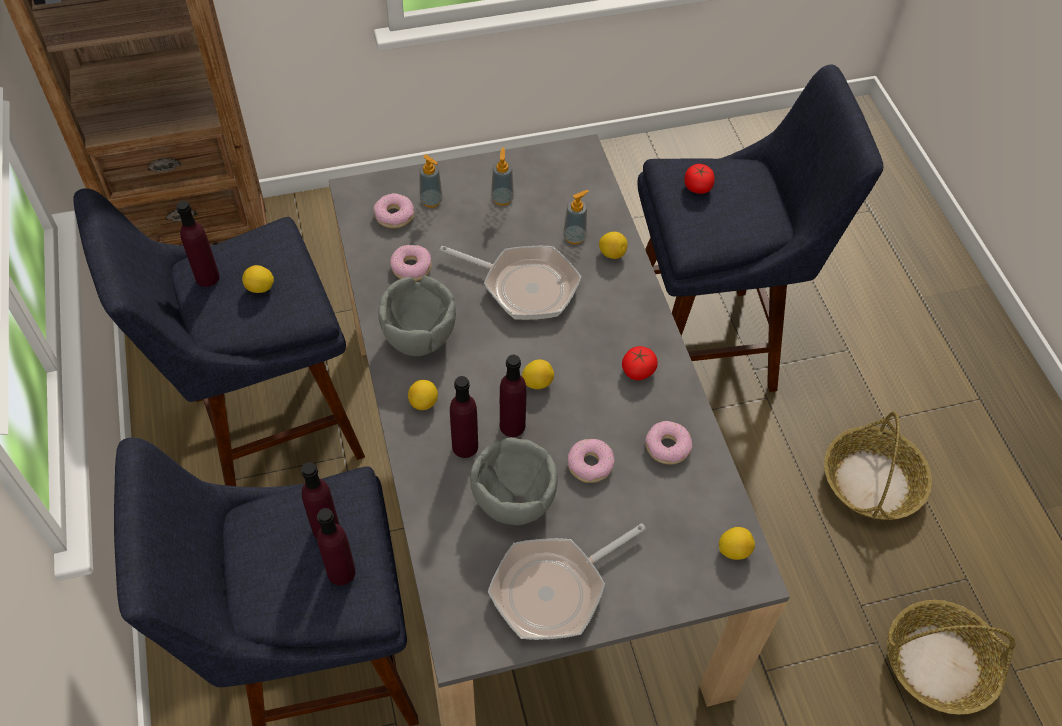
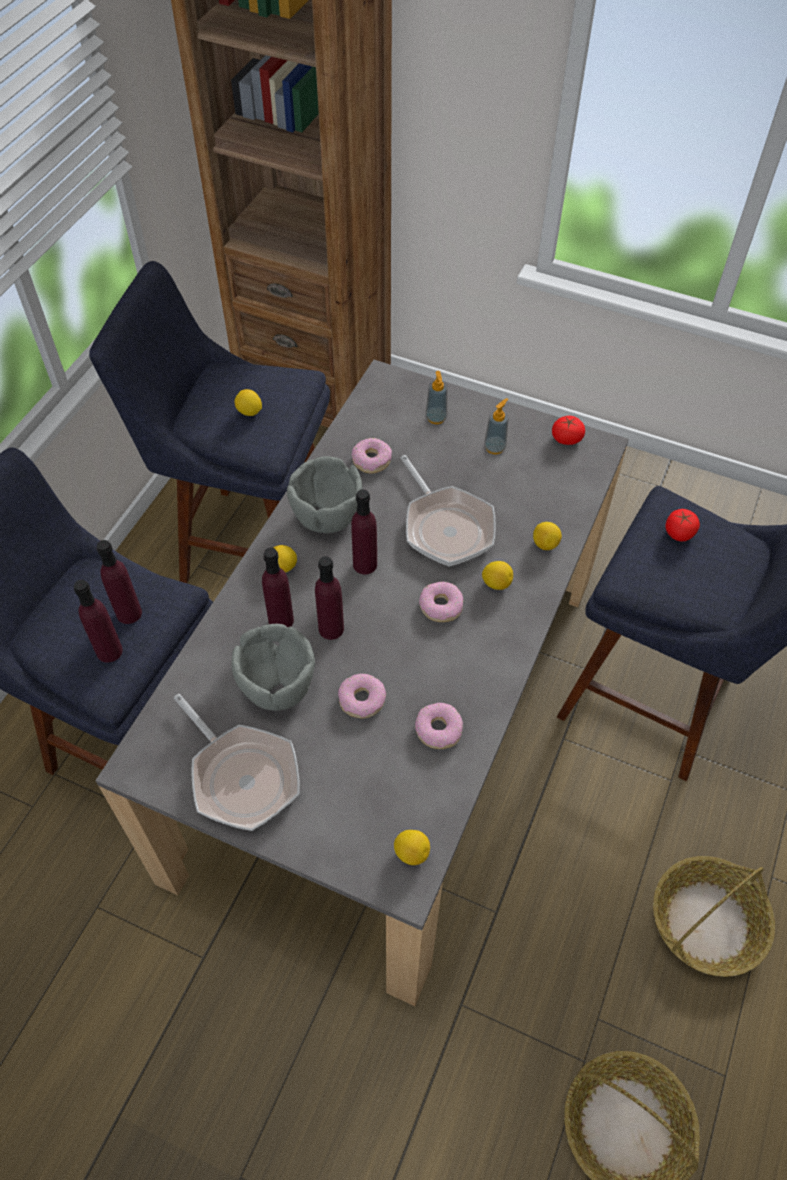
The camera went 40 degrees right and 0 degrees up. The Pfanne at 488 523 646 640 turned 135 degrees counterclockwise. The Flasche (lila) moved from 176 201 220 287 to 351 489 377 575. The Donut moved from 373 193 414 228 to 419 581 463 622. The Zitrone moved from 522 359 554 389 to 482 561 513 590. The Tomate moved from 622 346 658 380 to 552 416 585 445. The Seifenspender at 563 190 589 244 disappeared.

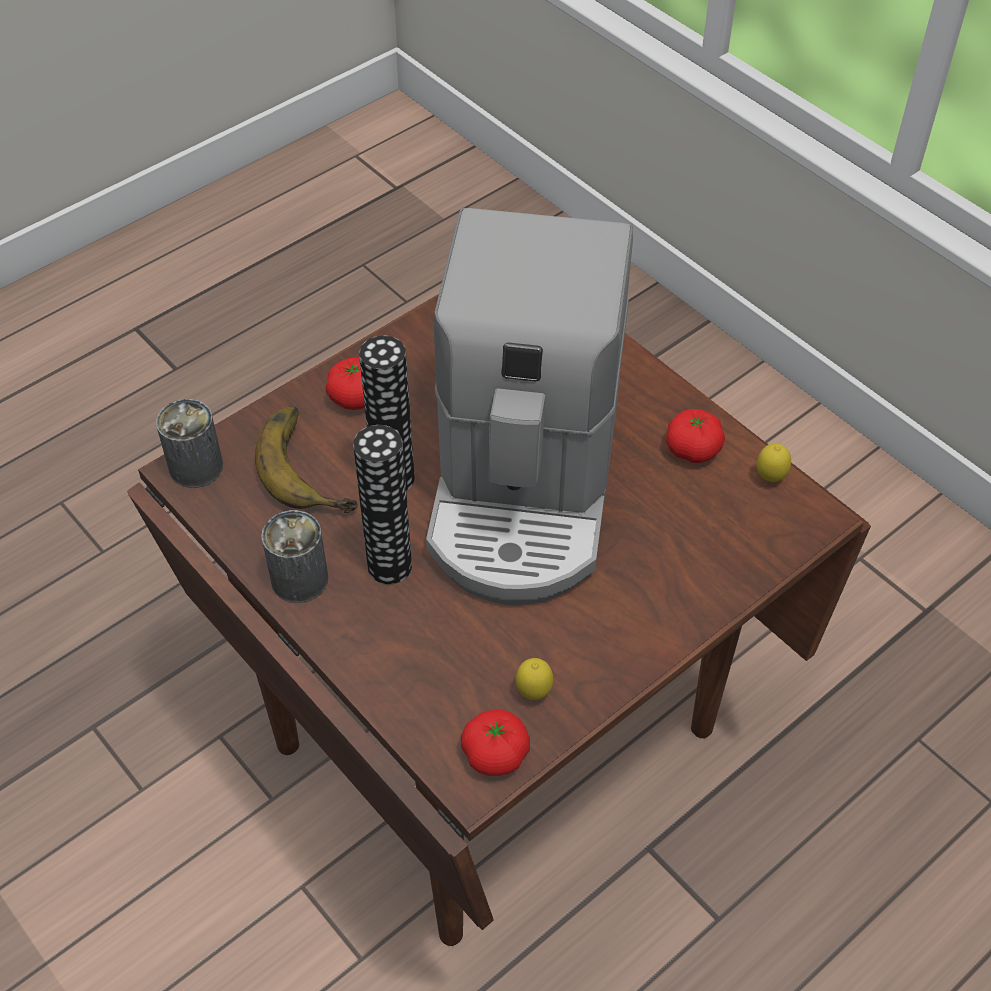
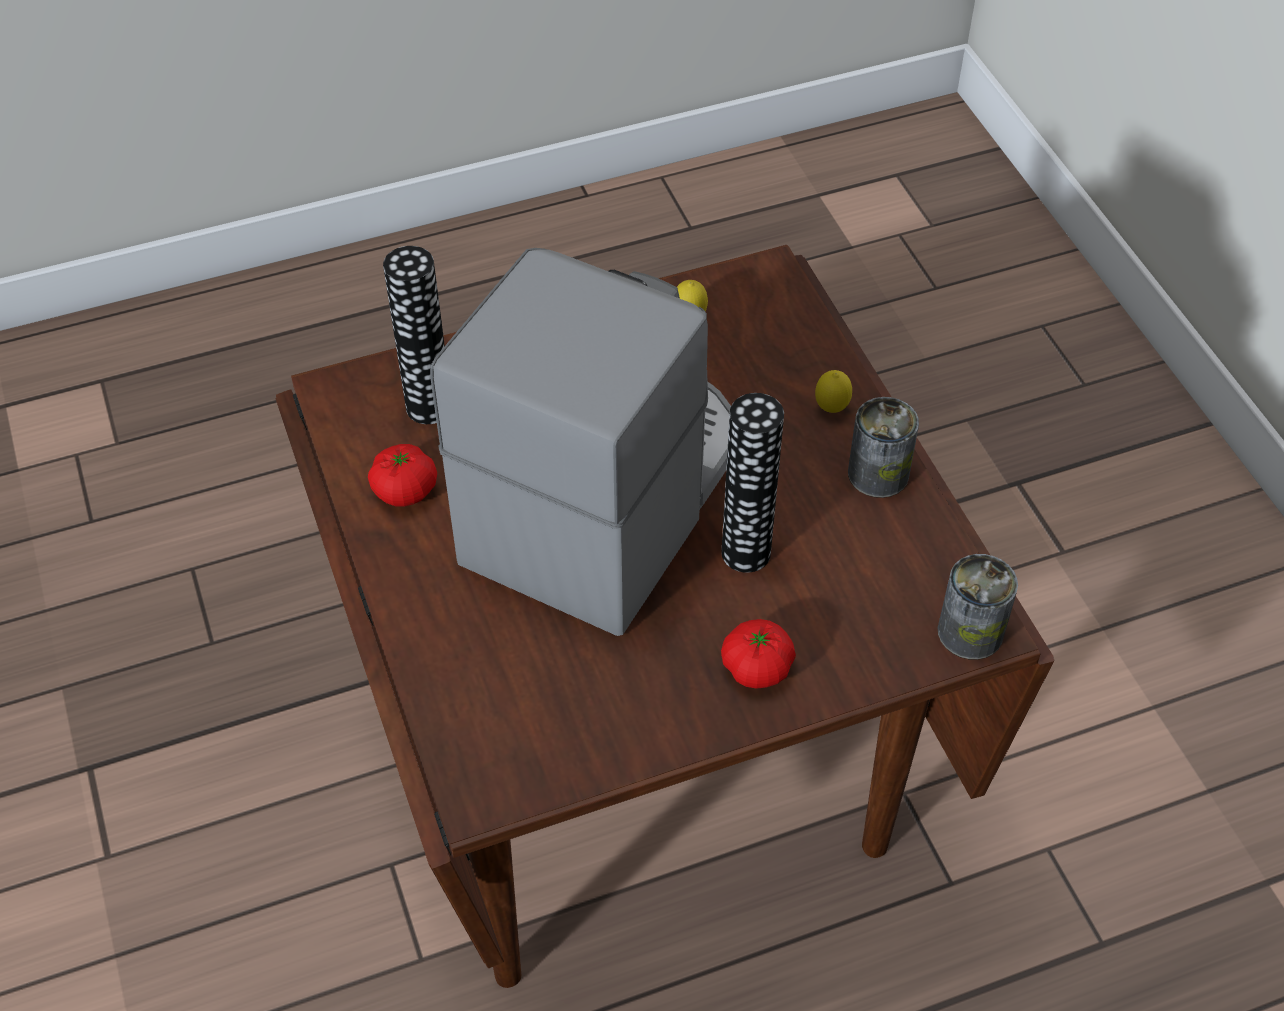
The camera went 160 degrees left and 0 degrees up. The Vase moved from 353 425 412 584 to 383 246 445 424. The Zitrone moved from 757 443 791 482 to 815 370 852 413. The Banane at 255 407 358 513 disappeared. The Tomate at 461 710 530 776 disappeared.

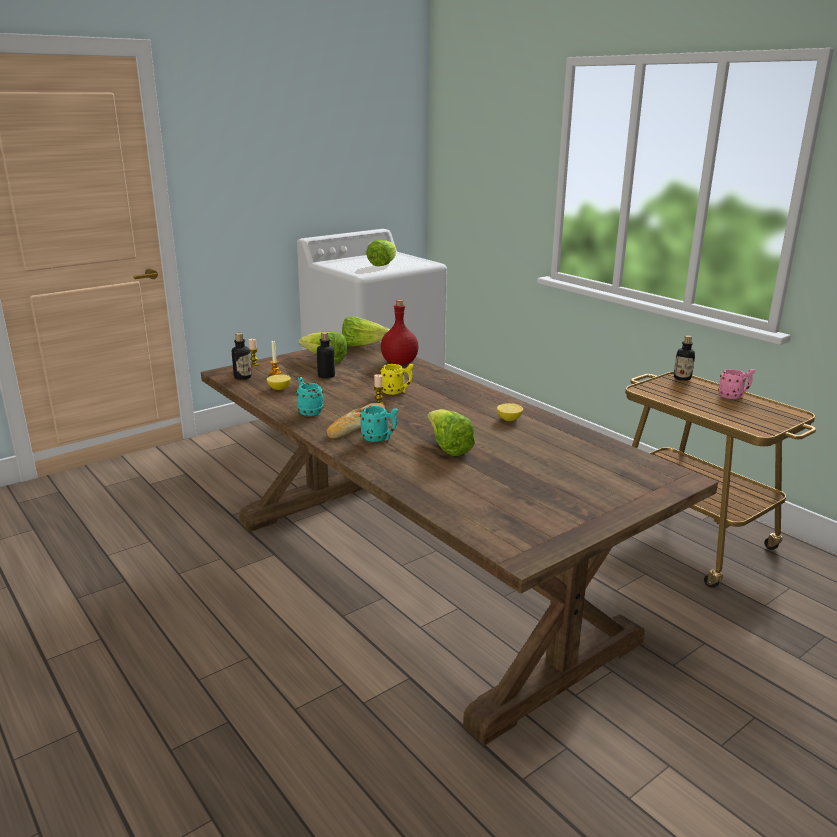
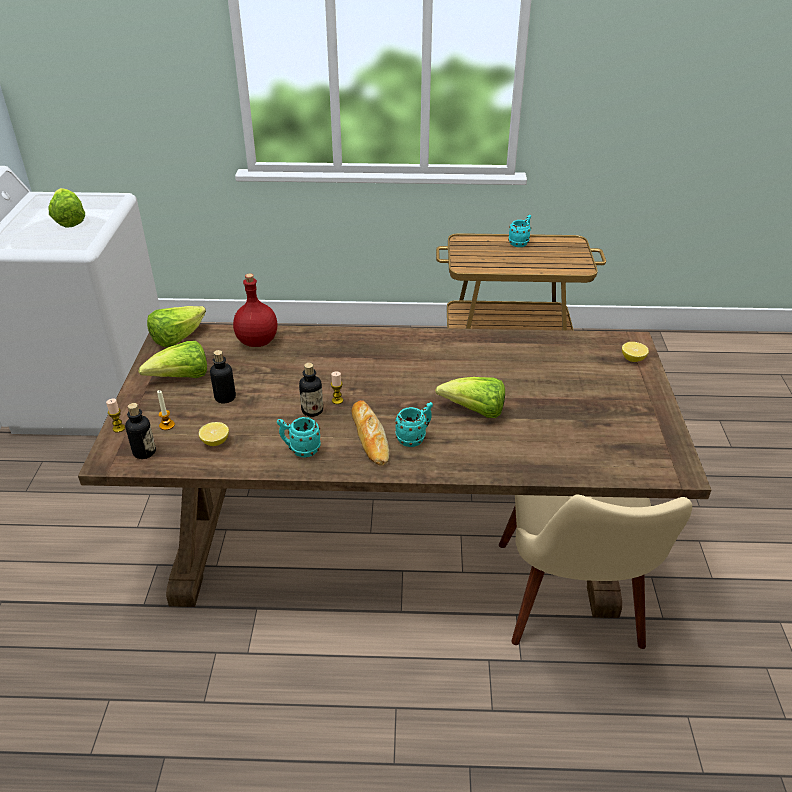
The camera went 50 degrees left and 15 degrees up. The Flasche moved from 674 335 695 381 to 299 363 323 417. The Stuhl (beige) at 499 494 692 649 appeared. The Henkelbecher (rosa) at 718 369 755 399 became the Henkelbecher (türkis) at 508 215 531 247. The Zitrone moved from 497 403 523 421 to 622 342 649 362. The Henkelbecher (gelb) at 380 364 414 395 disappeared.

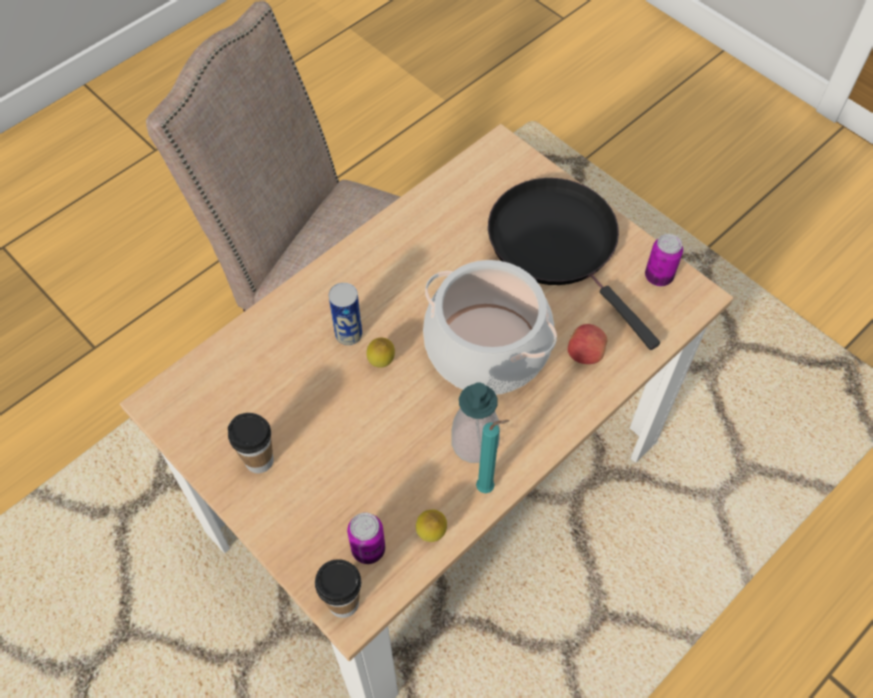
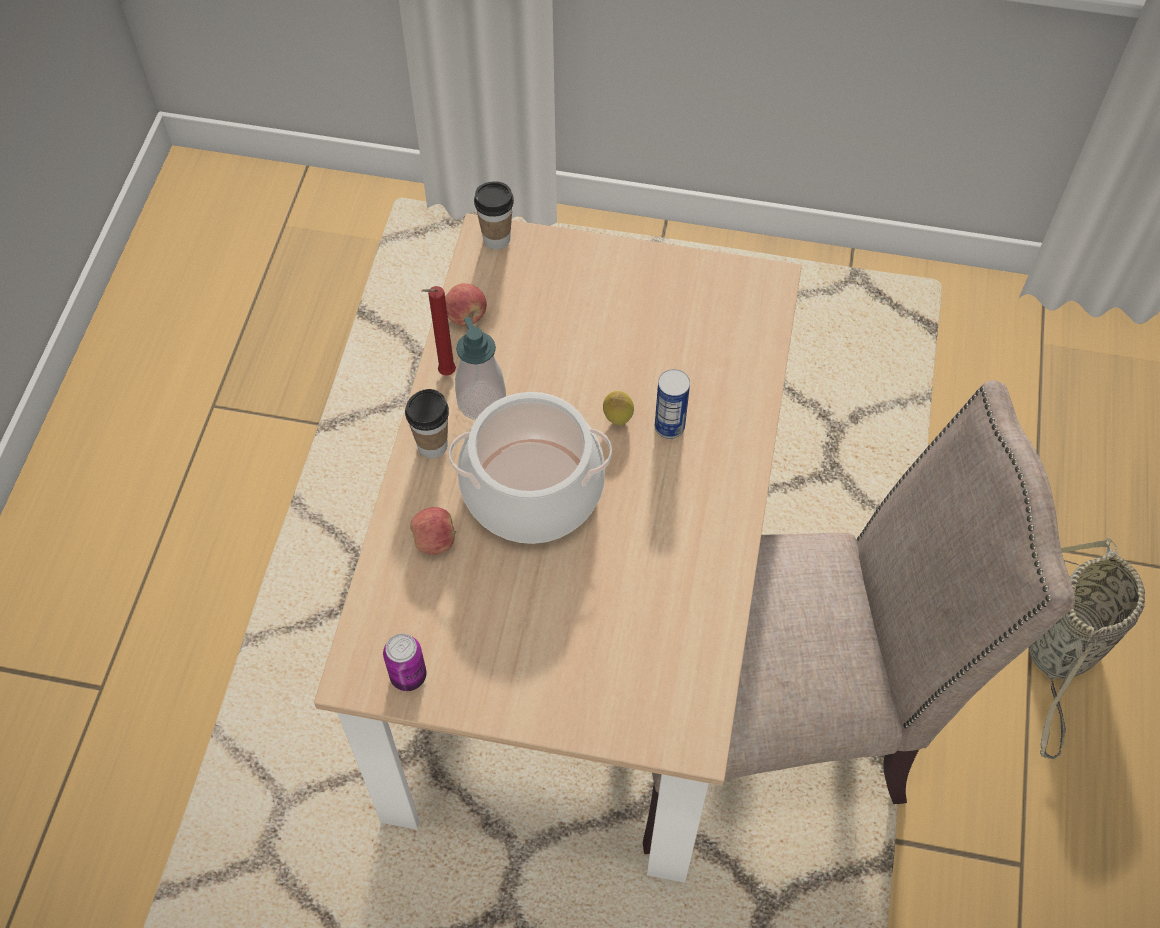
The camera went 145 degrees right and 0 degrees up. The Tasse moved from 228 413 274 473 to 405 389 449 458. The Kerze (türkis) at 476 420 510 493 became the Kerze (rot) at 422 286 456 376. The Zitrone at 416 509 447 542 was replaced by the Apfel at 445 283 487 326. The Korb at 1029 538 1145 759 appeared. The Dose at 347 512 385 564 disappeared. The Pfanne (schwarz) at 488 178 660 350 disappeared.

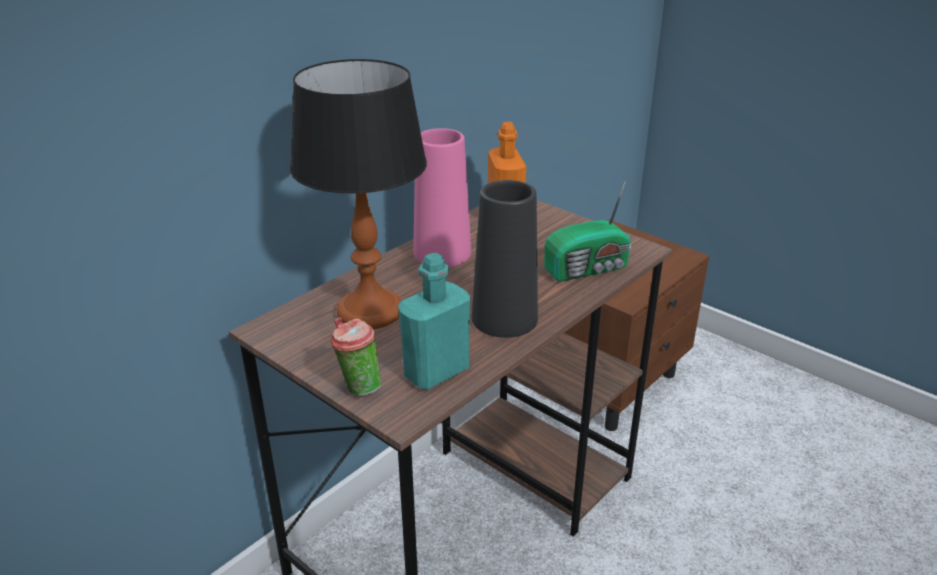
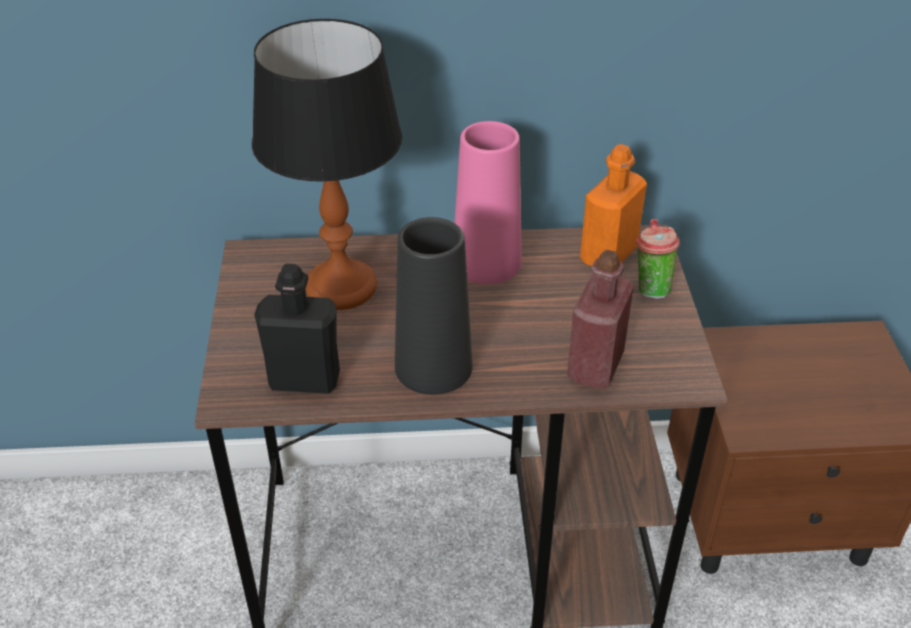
The camera went 45 degrees right and 10 degrees up. The Flasche (türkis) at 398 253 470 390 became the Flasche (schwarz) at 254 264 340 394. The Radio at 544 181 632 282 was replaced by the Flasche (rot) at 567 250 634 388. The Tasse moved from 331 317 381 396 to 636 219 680 299.

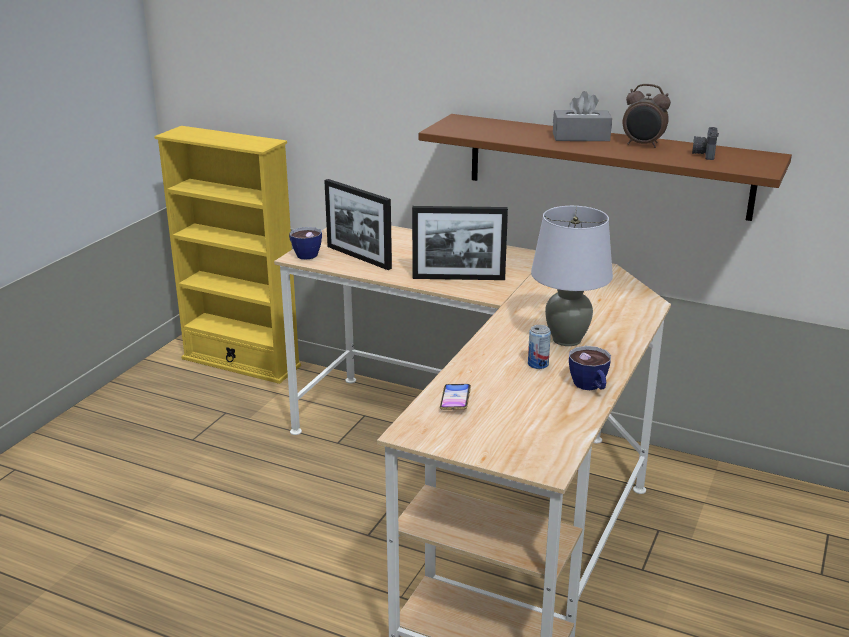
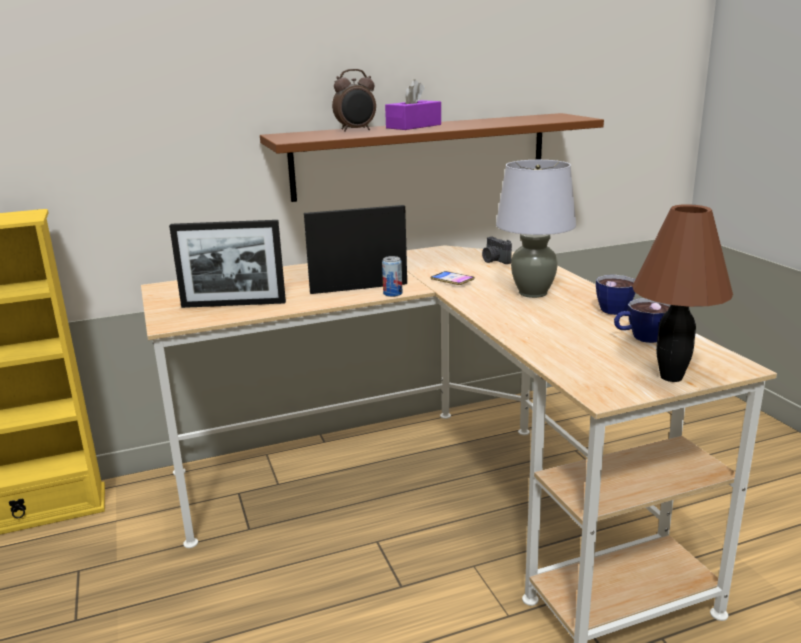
The camera went 45 degrees left and 5 degrees down. The Bilderrahmen at 412 206 508 280 turned 150 degrees counterclockwise. The Wecker moved from 623 84 671 148 to 332 69 376 132. The Dose moved from 528 325 551 369 to 382 256 402 297. The Taschentuchbox (grau) at 553 91 612 141 became the Taschentuchbox (lila) at 385 79 441 130. The Handy moved from 440 384 471 410 to 430 271 475 285. The Kamera moved from 692 127 719 160 to 482 237 512 264. The Tasse moved from 289 227 322 260 to 614 298 671 343. The Tischlampe (braun) at 632 204 733 382 appeared.

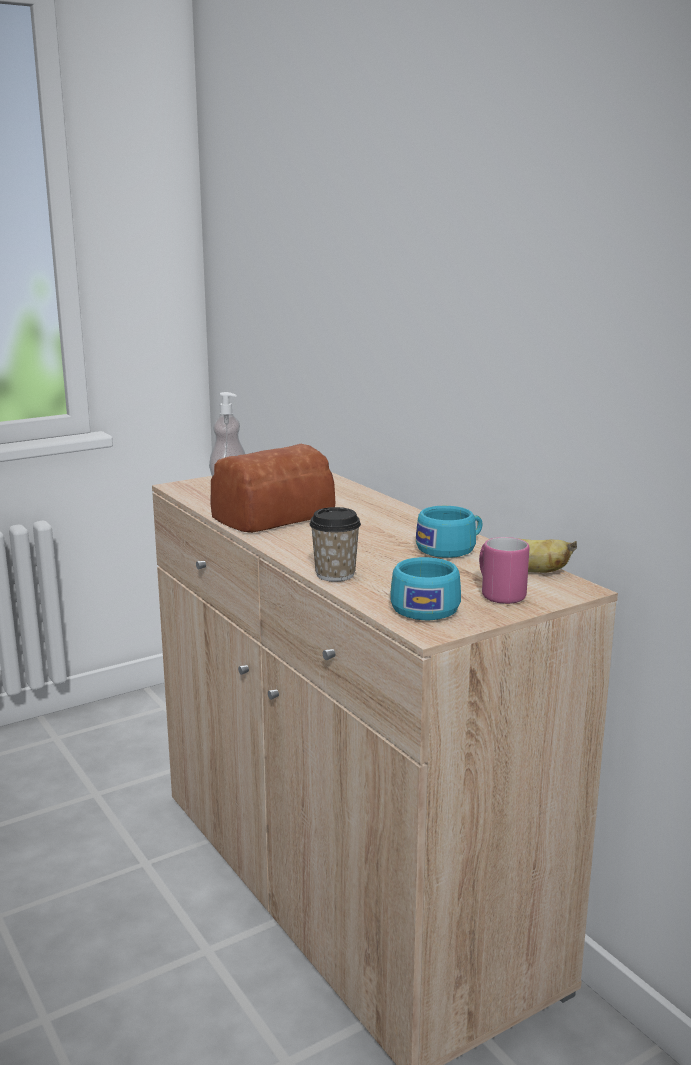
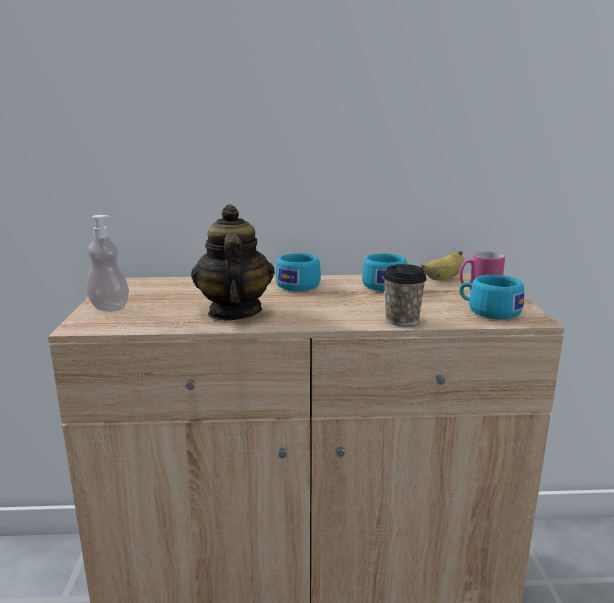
The camera went 60 degrees left and 0 degrees up. The Brot at 211 444 335 533 was replaced by the Teekanne at 191 204 275 320. The Tasse (türkis) at 276 253 321 291 appeared.

